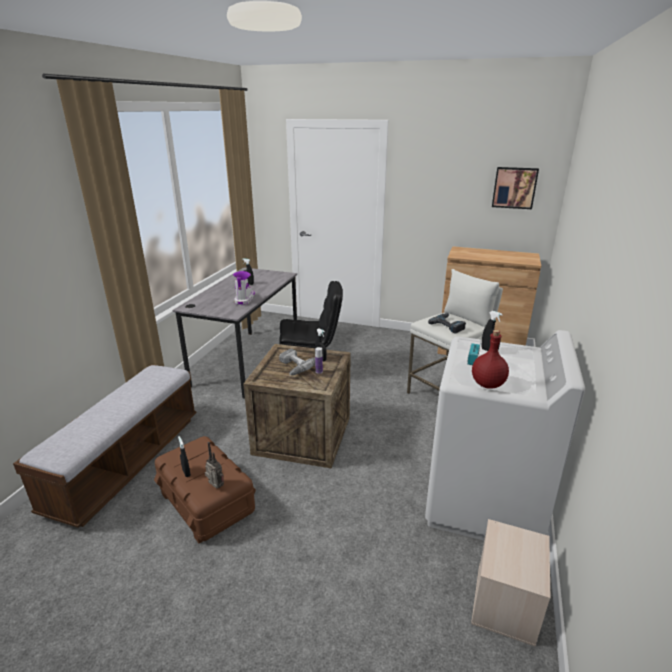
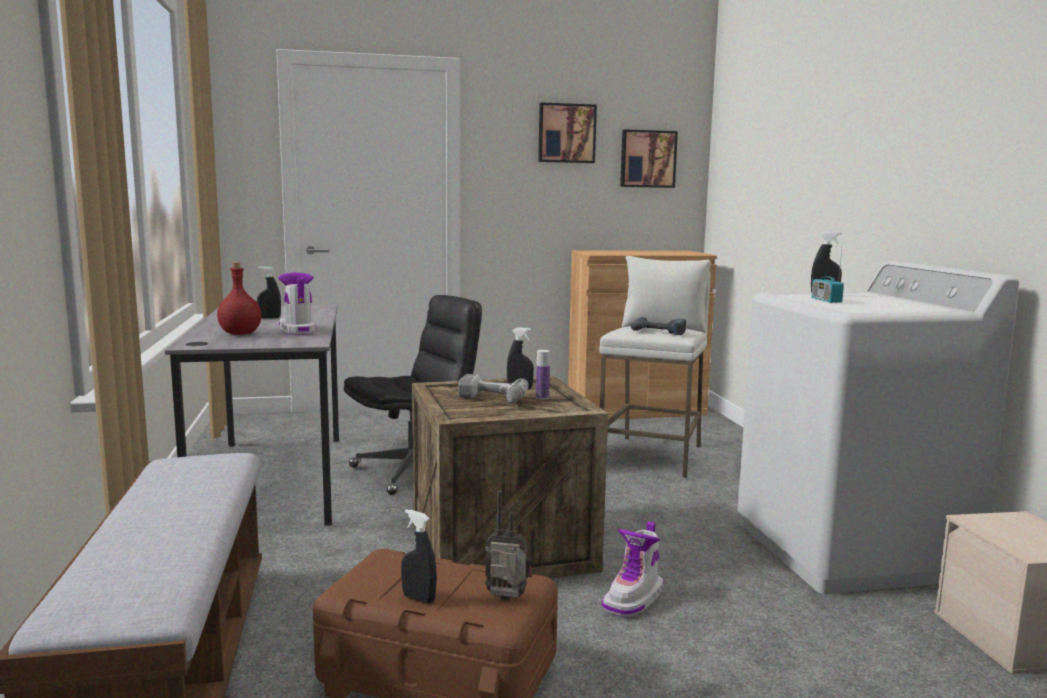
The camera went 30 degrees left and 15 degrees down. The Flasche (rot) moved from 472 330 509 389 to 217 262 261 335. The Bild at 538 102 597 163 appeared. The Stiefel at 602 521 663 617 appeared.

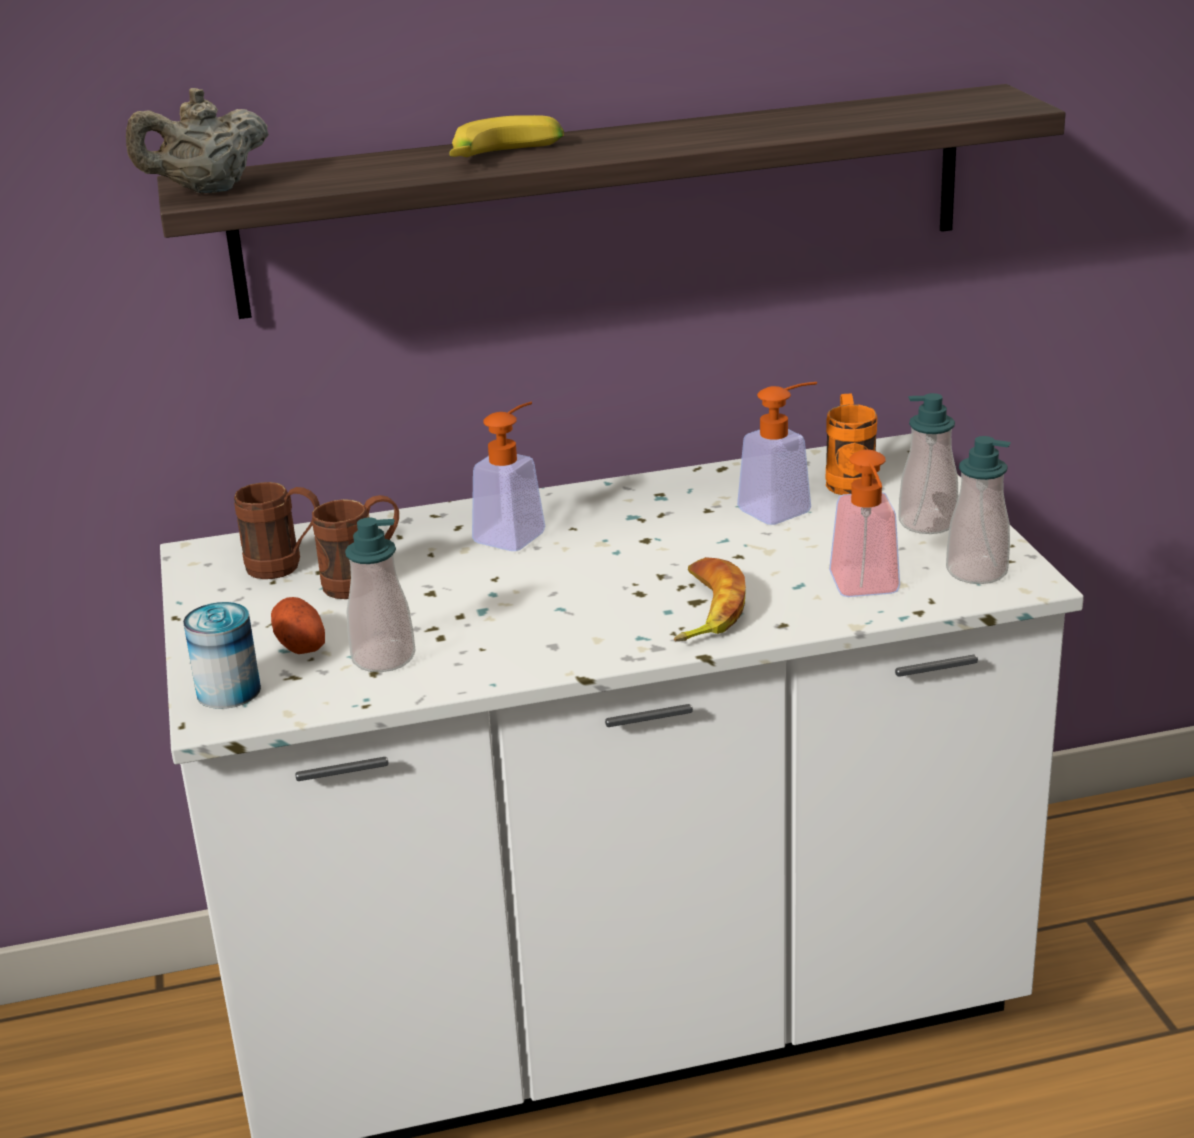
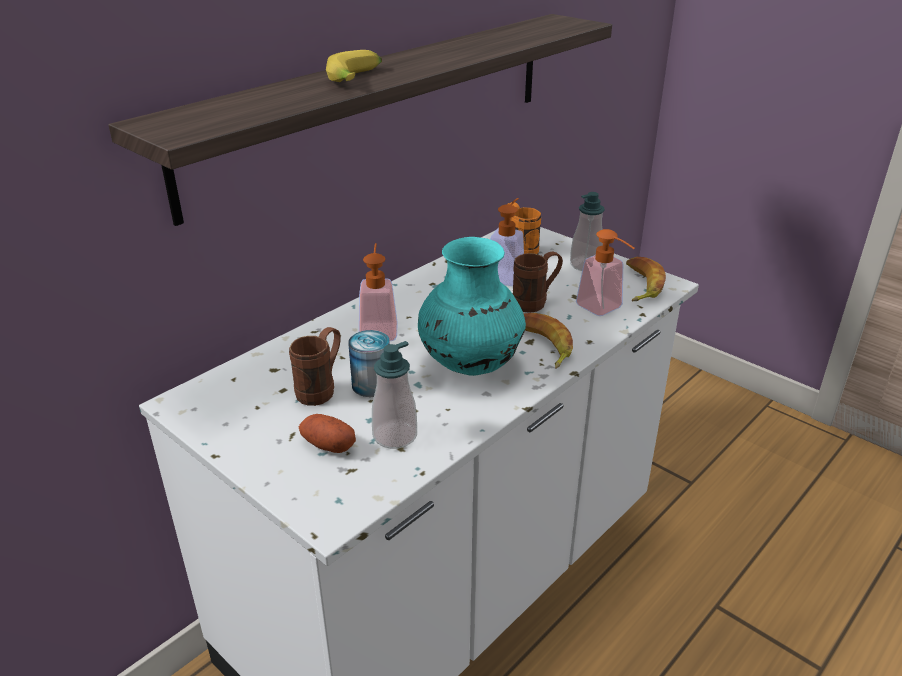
The camera went 35 degrees left and 5 degrees up. The Dose moved from 183 602 261 709 to 348 330 390 397. The Vase (türkis) at 418 237 526 376 appeared. The Henkelbecher (braun) moved from 234 482 319 579 to 513 251 563 313. The Seifenspender at 946 436 1011 584 was replaced by the Banane at 626 257 666 301. The Teekanne (beige) at 126 88 269 193 disappeared.

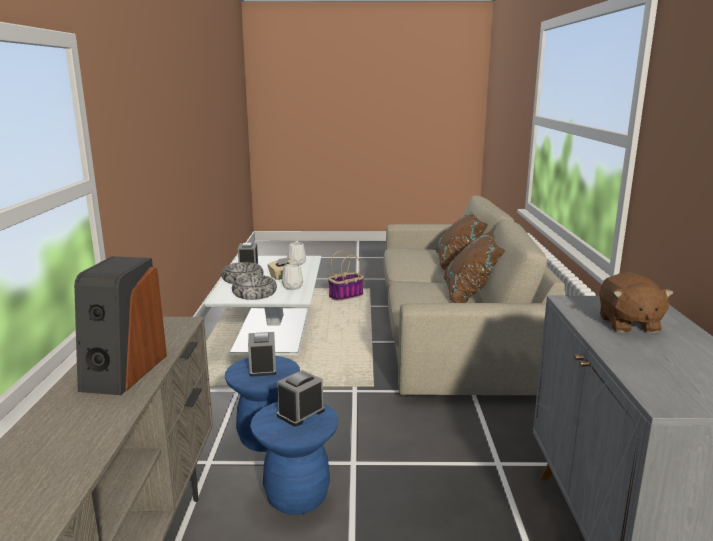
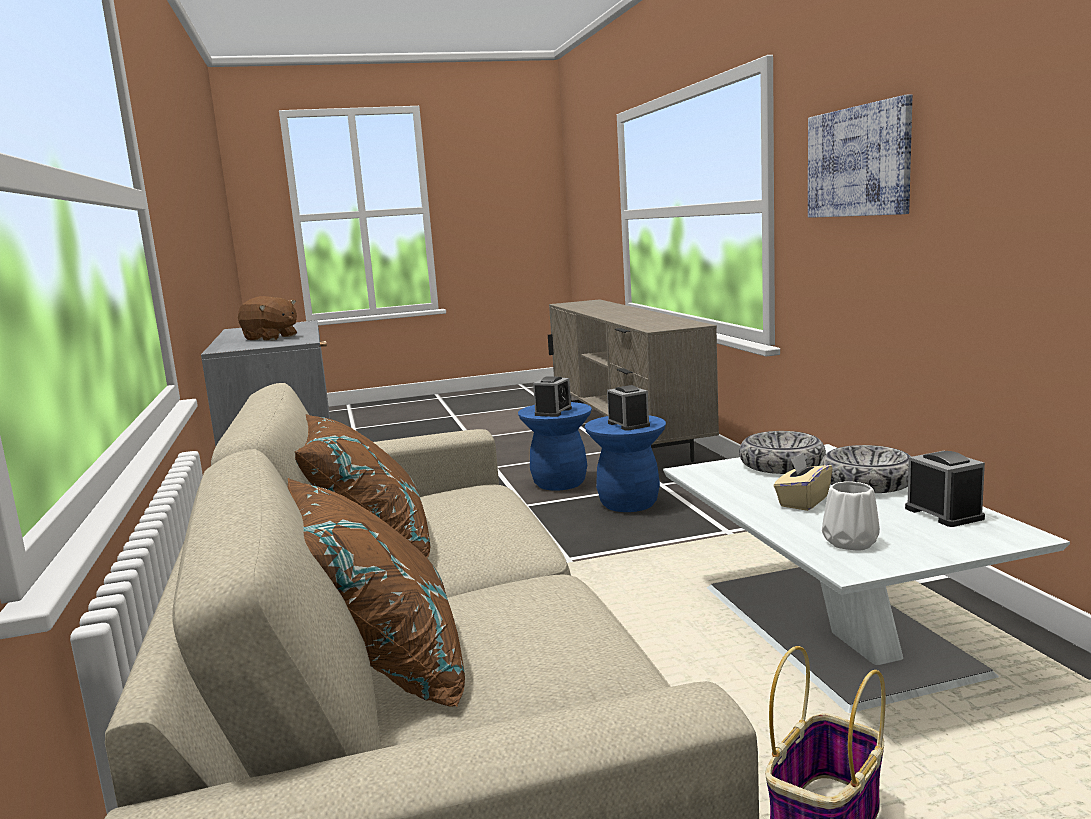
The camera went 165 degrees right and 5 degrees down. The Plüschtier (braun) at 599 272 674 333 turned 135 degrees clockwise. The Bild at 808 94 912 218 appeared. The Lautsprecher at 74 256 167 395 disappeared. The Vase (weiß) at 282 263 303 290 disappeared.

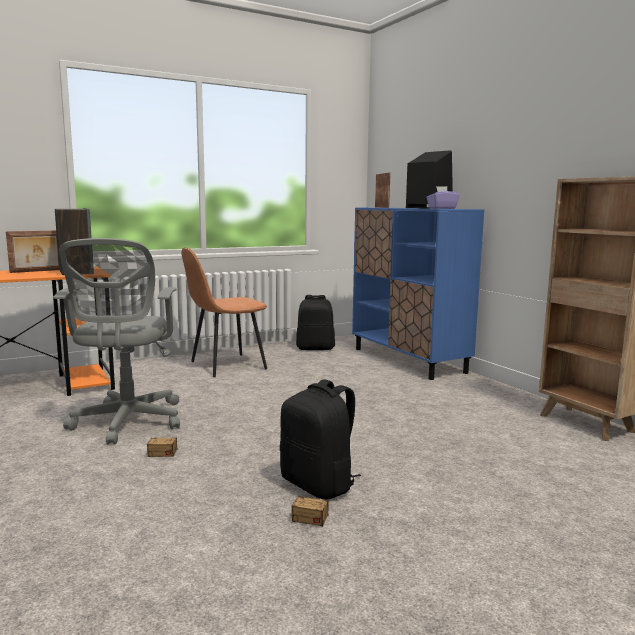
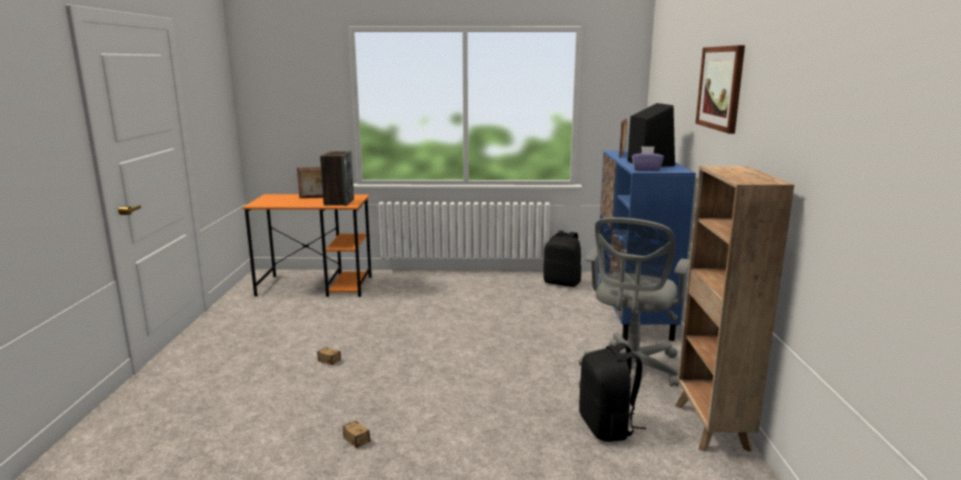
The camera went 30 degrees right and 5 degrees up. The Bürostuhl (grau) moved from 53 238 180 445 to 579 217 690 387. The Rucksack (schwarz) moved from 280 379 361 500 to 579 343 646 442. The Bild at 695 45 745 134 appeared. The Stuhl (braun) at 181 247 267 377 disappeared.

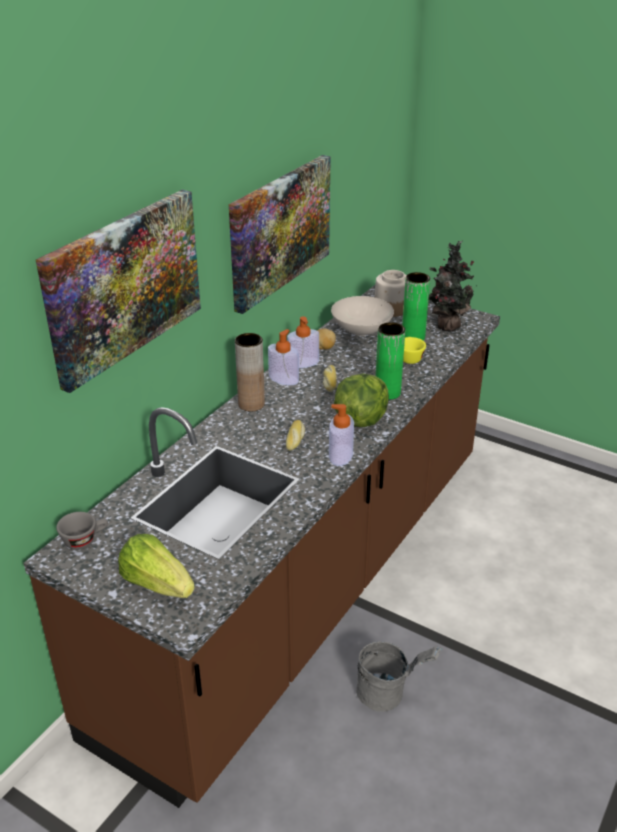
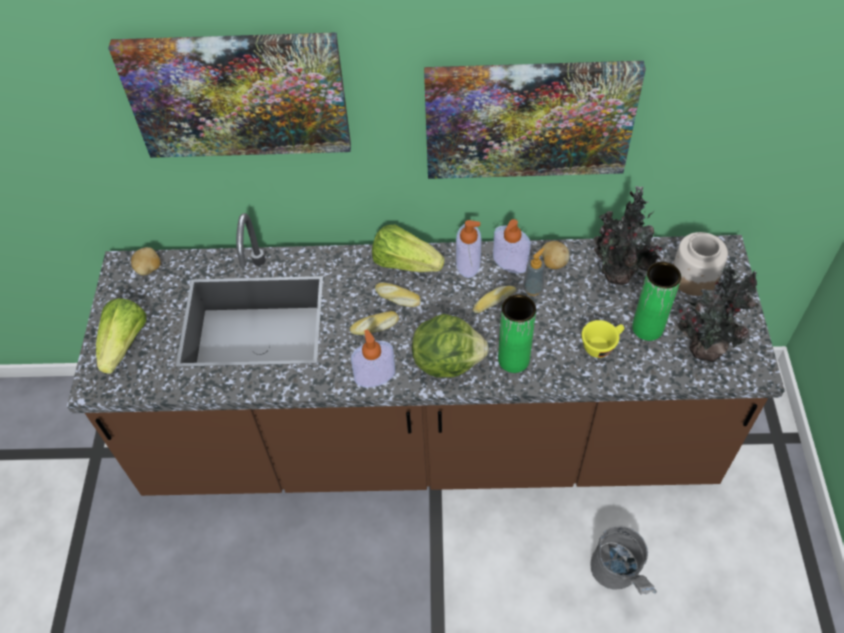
The camera went 60 degrees right and 20 degrees up. The Tasse (grau) at 56 512 108 550 was replaced by the Kartoffel at 131 247 161 275. The Vase (braun) at 235 333 265 412 was replaced by the Salatkopf at 372 225 445 272. The Brot at 375 282 421 307 appeared. The Seifenspender at 523 248 545 296 appeared. The Eimer (grau) moved from 356 641 443 712 to 590 526 657 595. The Schüssel (weiß) at 331 296 394 336 was replaced by the Topfpflanze at 594 186 662 285.

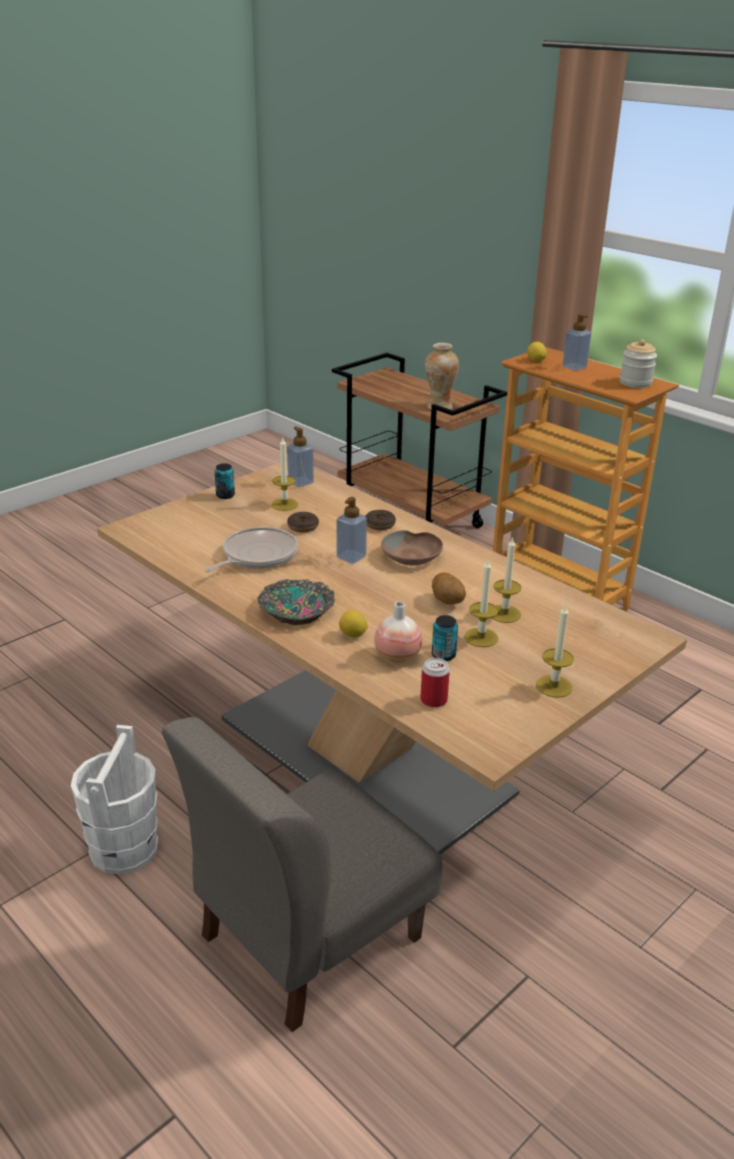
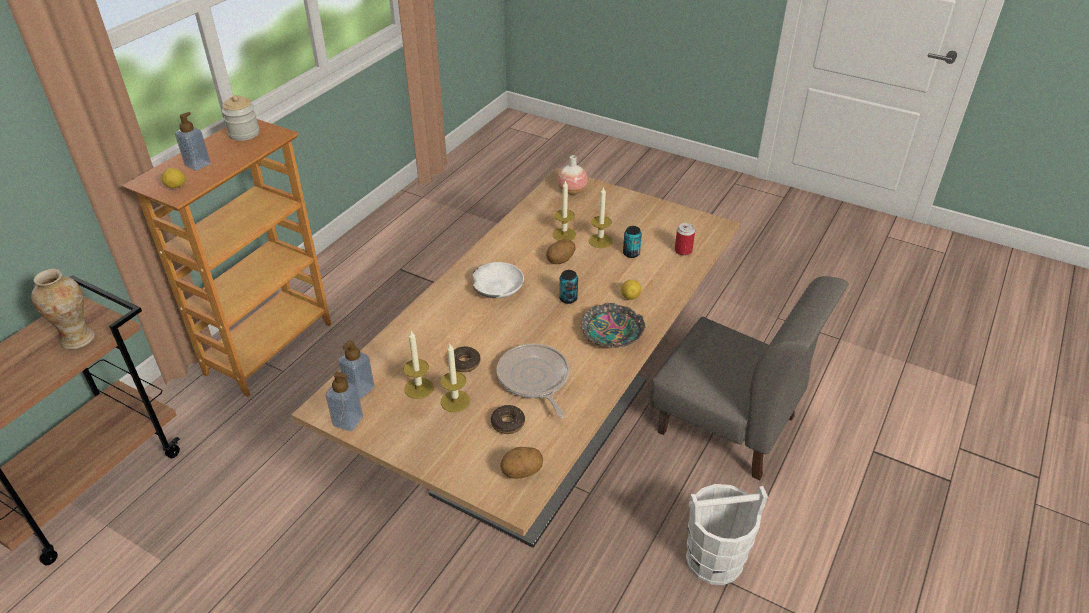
The camera went 105 degrees left and 10 degrees up. The Seifenspender moved from 336 497 367 564 to 326 371 363 431. The Kerze moved from 536 603 574 698 to 441 344 470 412. The Schüssel (braun) at 381 530 443 565 became the Schüssel (weiß) at 472 262 524 298. The Donut moved from 366 510 396 530 to 491 405 525 434. The Pfanne at 205 527 298 572 turned 45 degrees clockwise. The Kartoffel at 500 447 543 479 appeared. The Vase moved from 374 602 422 663 to 557 155 588 195. The Dose moved from 215 463 235 499 to 559 270 578 304.

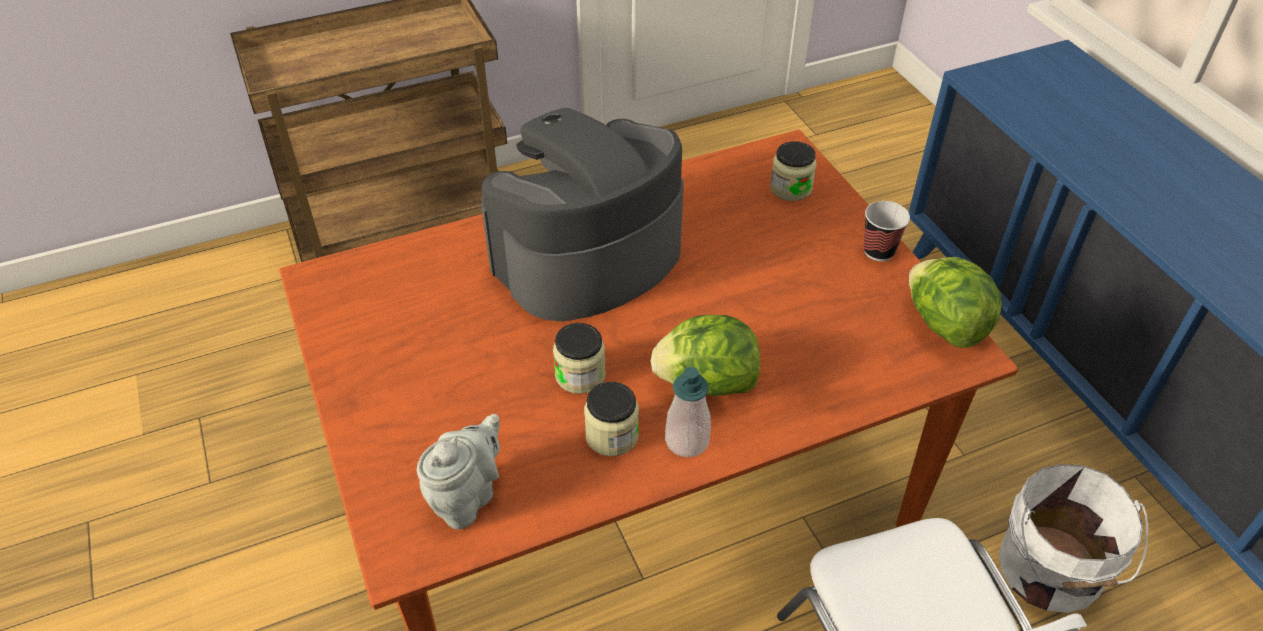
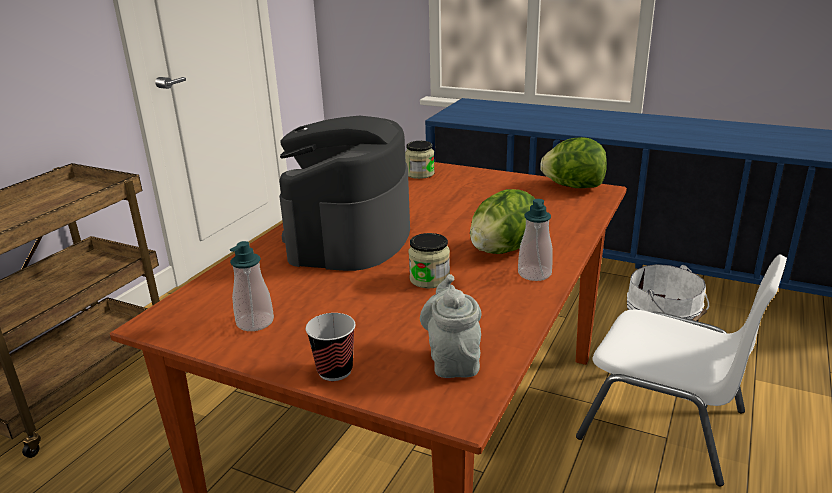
The camera went 40 degrees left and 20 degrees down. The Seifenspender at 229 241 274 331 appeared. The Tasse moved from 864 201 910 261 to 306 313 355 381. The Vorratsglas at 584 382 639 456 disappeared.

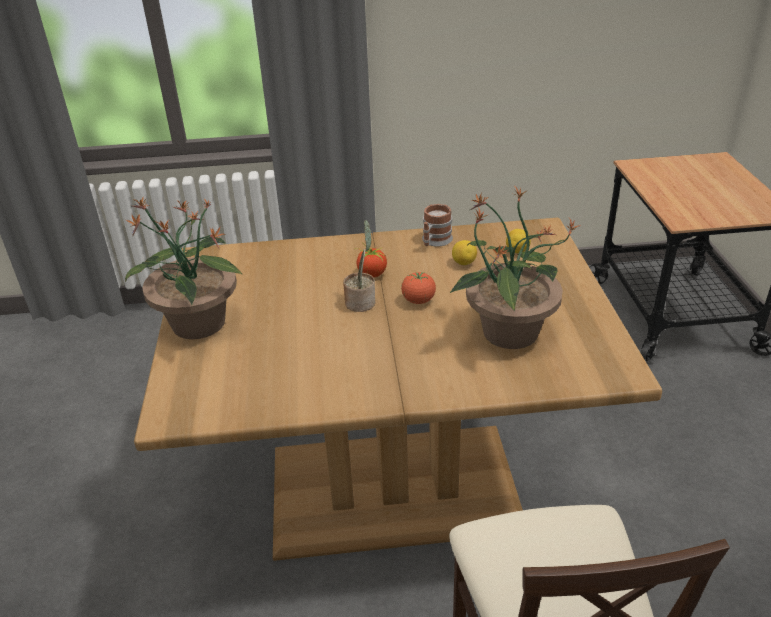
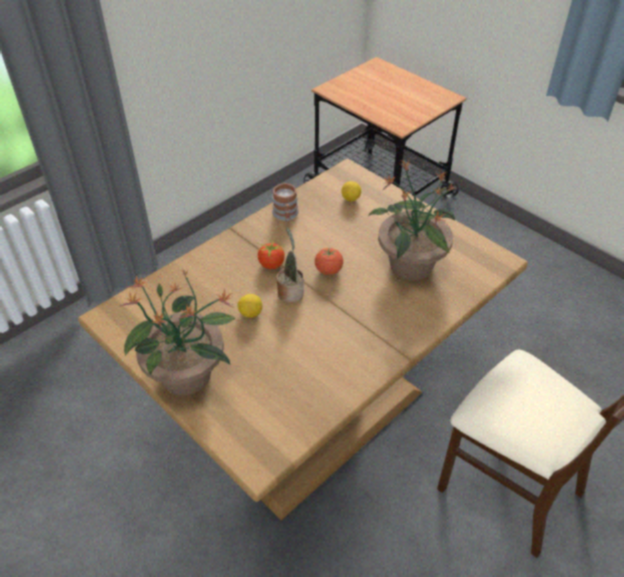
The camera went 40 degrees left and 10 degrees up. The Zitrone moved from 452 240 477 265 to 238 294 262 318.

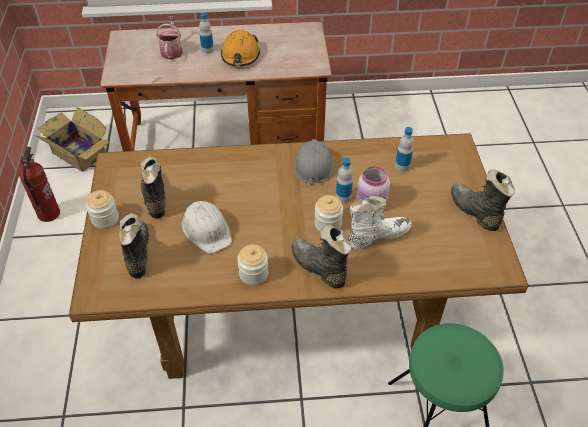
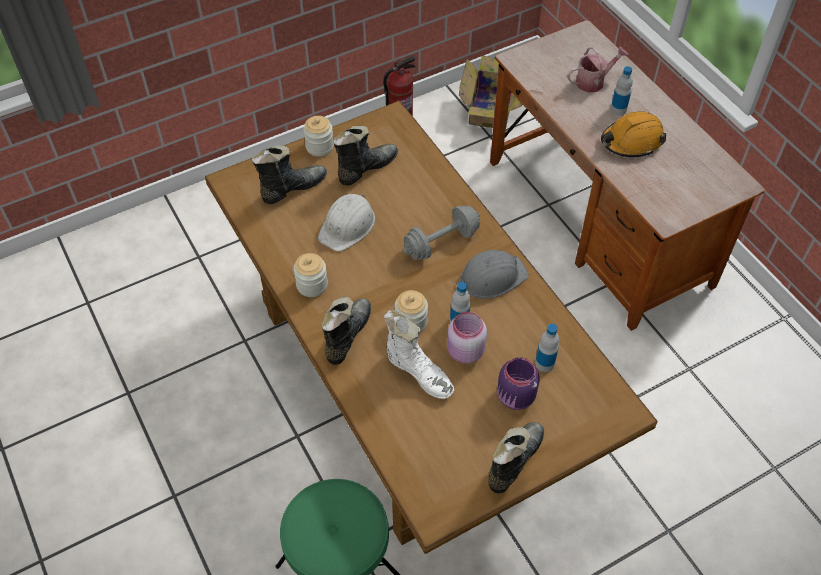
The camera went 65 degrees right and 5 degrees up. The Hantel (grau) at 403 206 480 260 appeared. The Vorratsglas (lila) at 497 357 540 410 appeared.

